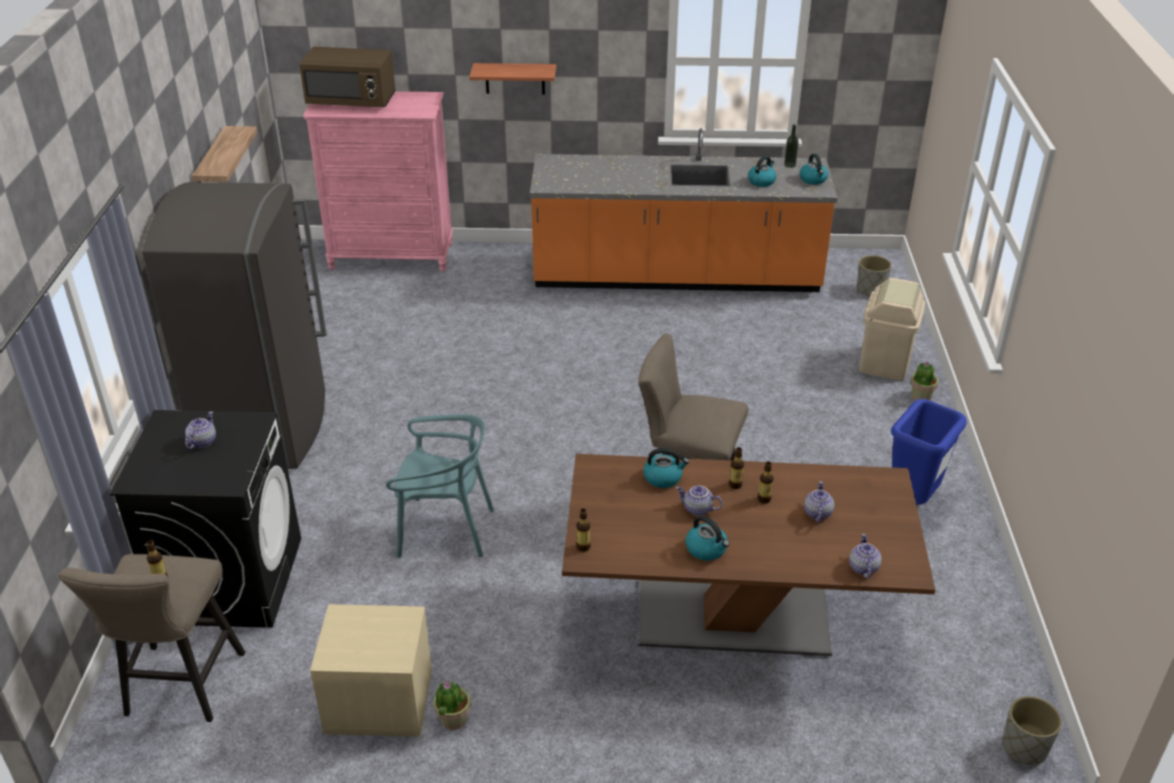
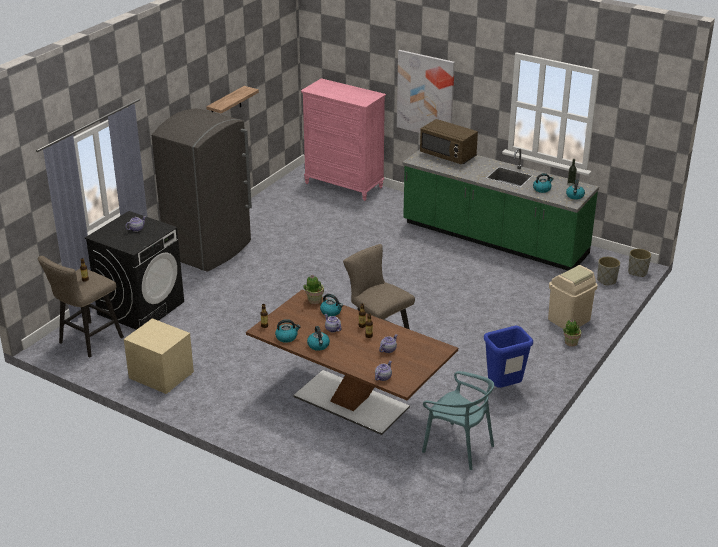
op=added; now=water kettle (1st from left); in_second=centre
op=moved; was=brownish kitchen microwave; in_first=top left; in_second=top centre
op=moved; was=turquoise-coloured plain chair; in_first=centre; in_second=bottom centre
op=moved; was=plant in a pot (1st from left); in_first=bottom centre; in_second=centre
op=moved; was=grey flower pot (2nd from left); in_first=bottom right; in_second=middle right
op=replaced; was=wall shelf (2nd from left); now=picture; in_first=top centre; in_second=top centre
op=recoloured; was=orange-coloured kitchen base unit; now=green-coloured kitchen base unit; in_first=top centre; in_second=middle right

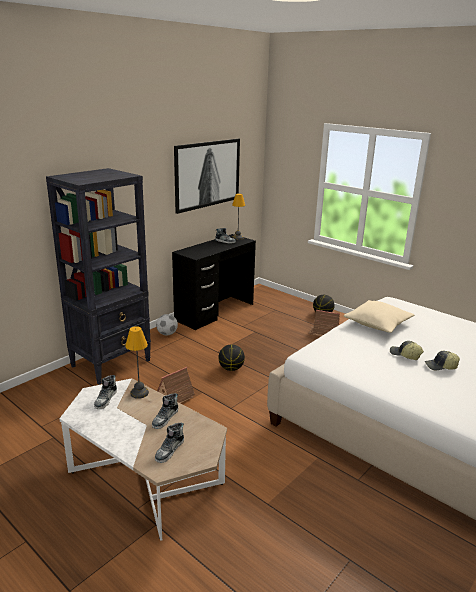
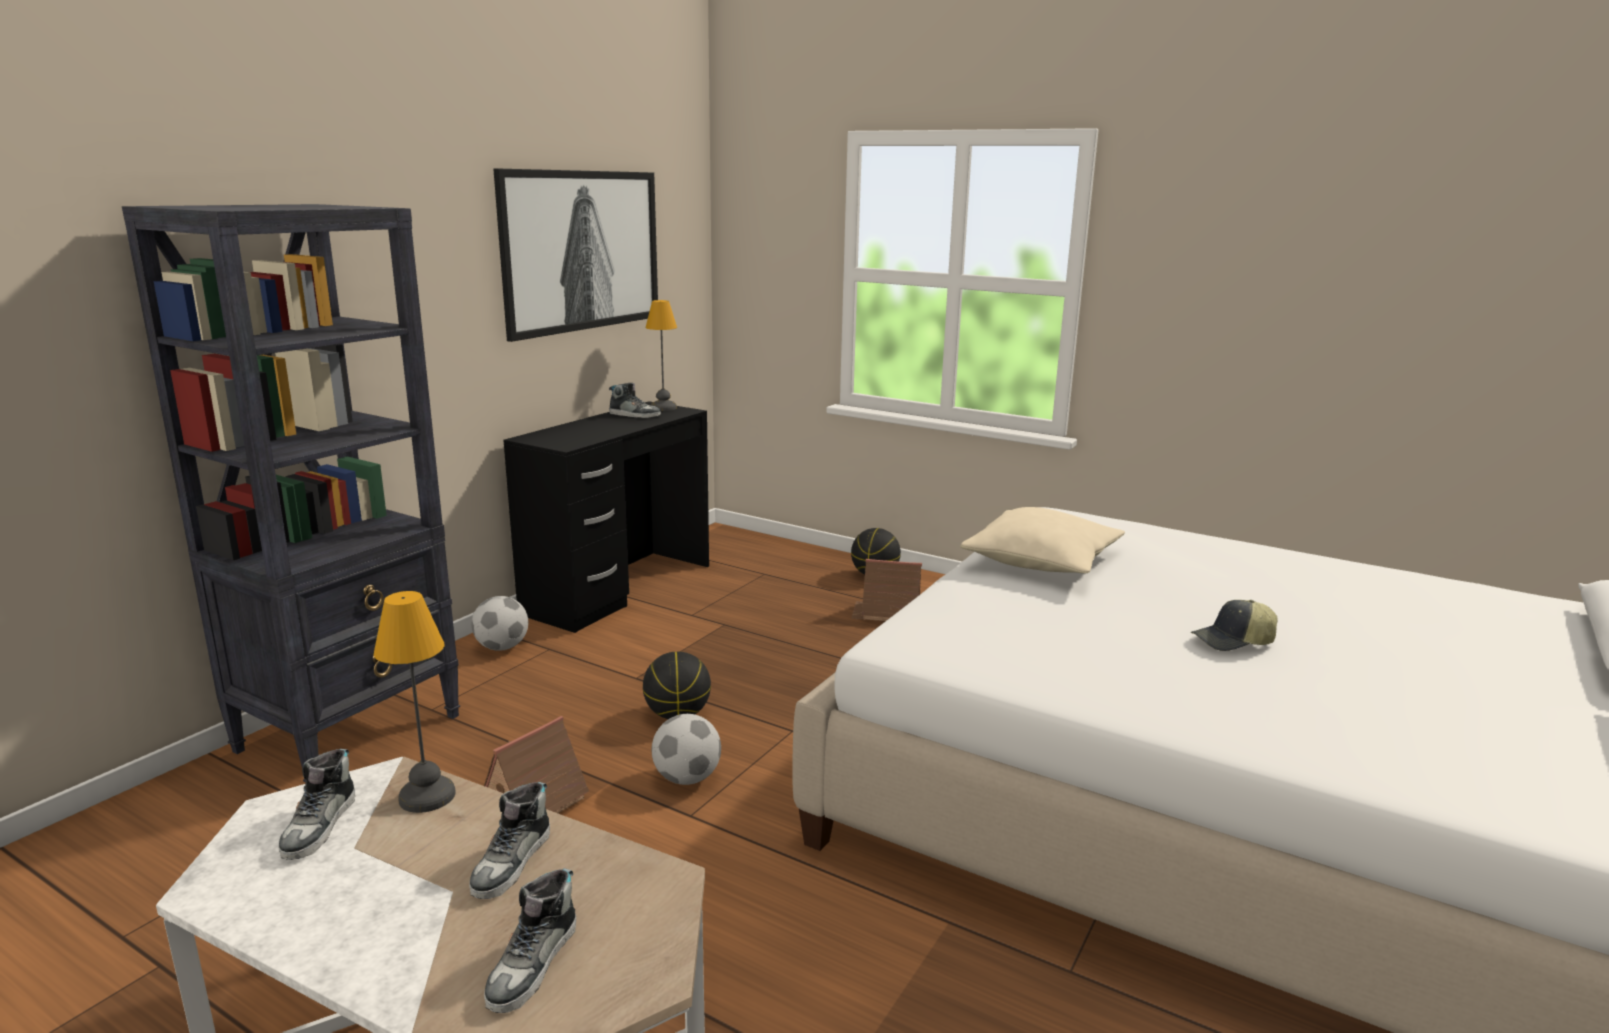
op=removed; was=peaked cap (1st from left); in_first=middle right
op=added; now=football ball (2nd from left); in_second=bottom centre

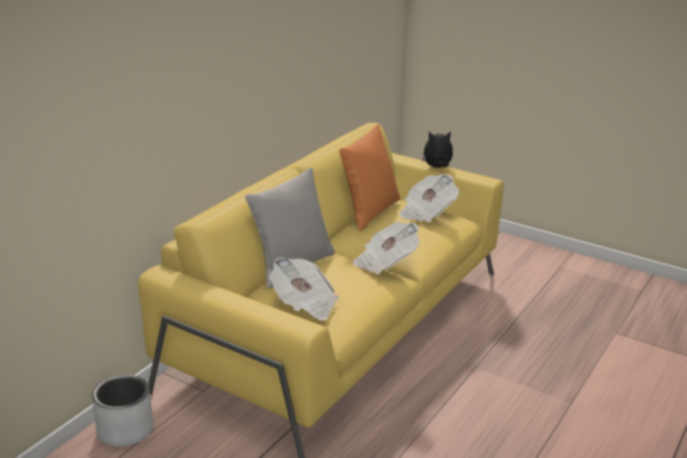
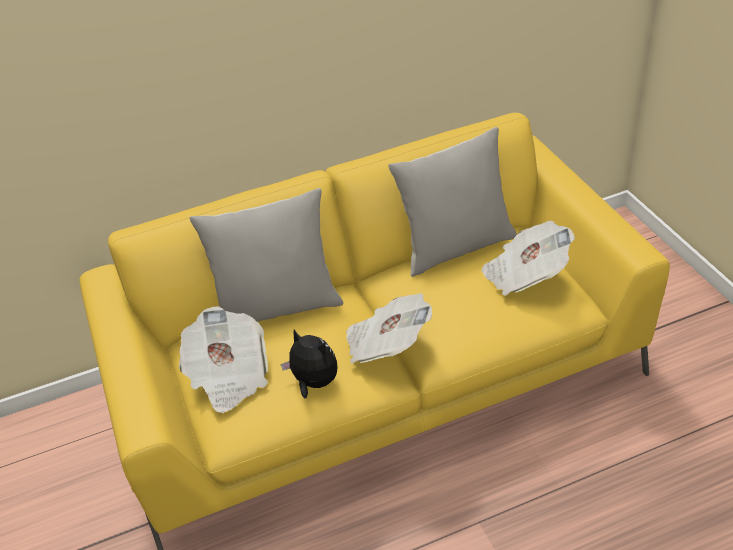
op=removed; was=grey flower pot; in_first=bottom left
op=moved; was=soft toy; in_first=top centre; in_second=centre
op=recoloured; was=orange-coloured throw pillow; now=grey throw pillow (2nd from left); in_first=centre; in_second=centre

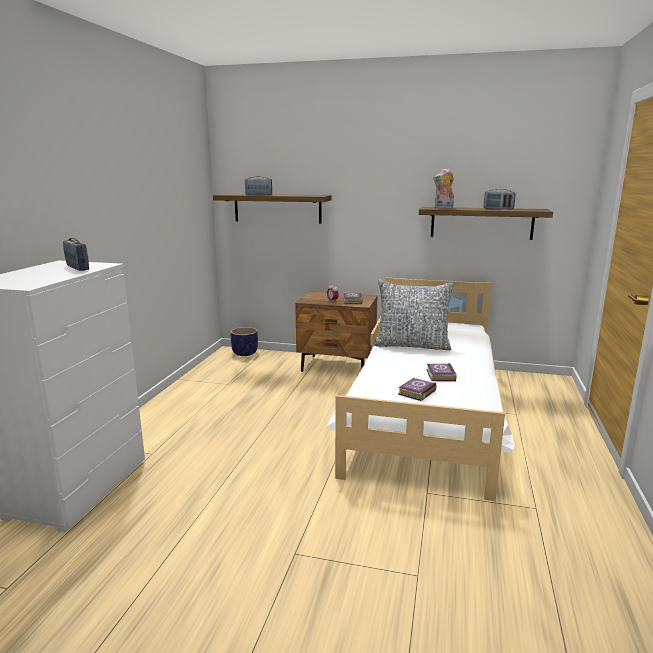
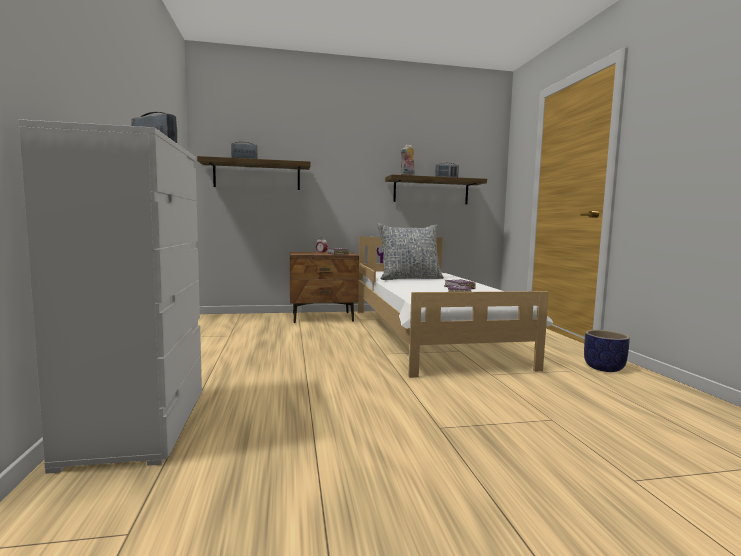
op=moved; was=flower pot; in_first=centre; in_second=middle right

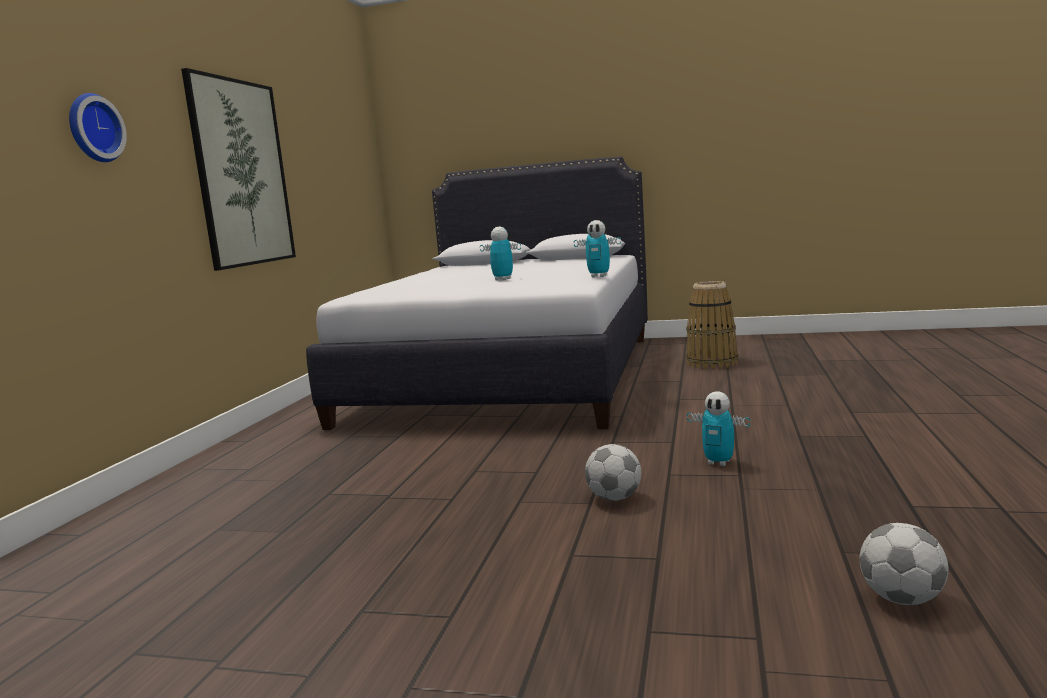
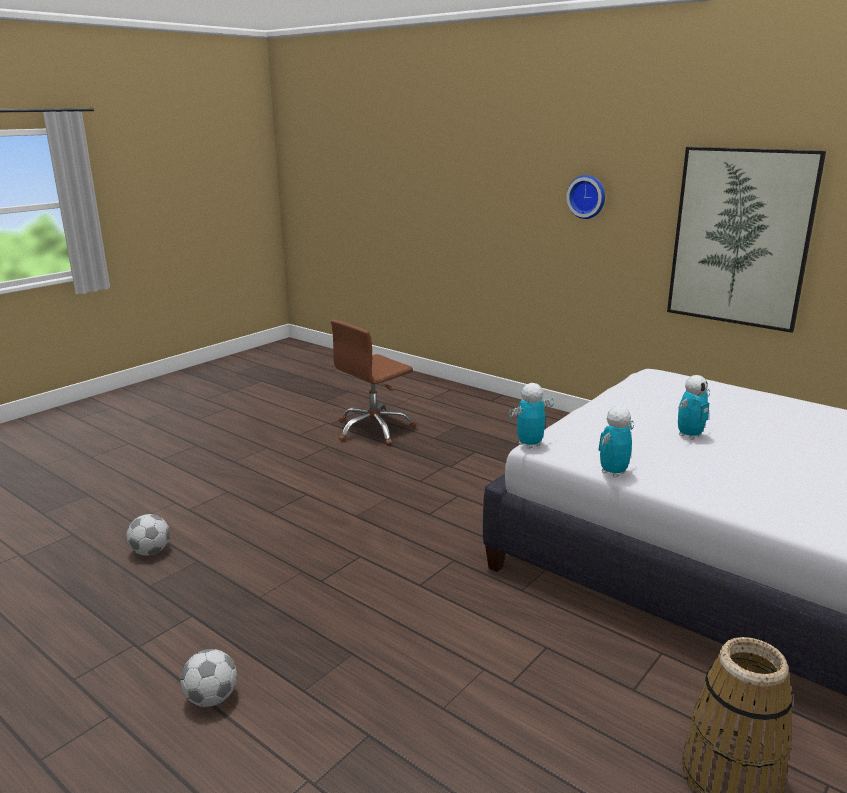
op=added; now=brownish desk chair; in_second=centre
op=moved; was=football ball (1st from left in the first image); now=football ball (2nd from left); in_first=bottom centre; in_second=bottom left
op=moved; was=robot figure (3rd from left in the first image); now=robot figure (1st from left); in_first=middle right; in_second=centre

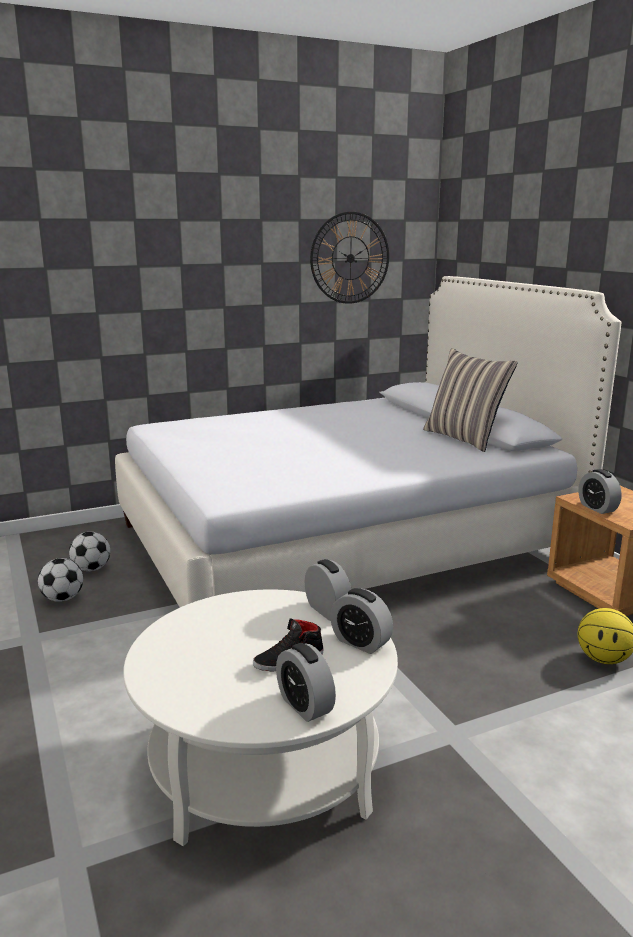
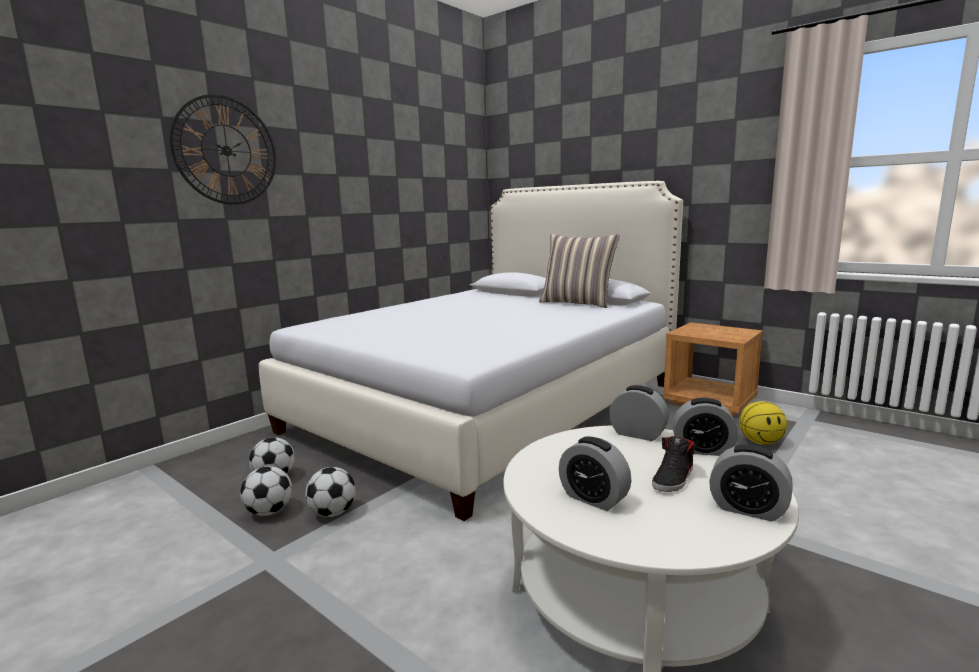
op=added; now=football ball (3rd from left); in_second=bottom centre
op=moved; was=hanging clock; in_first=top centre; in_second=top left
op=moved; was=alarm clock (4th from left in the first image); now=alarm clock (1st from left); in_first=middle right; in_second=bottom centre

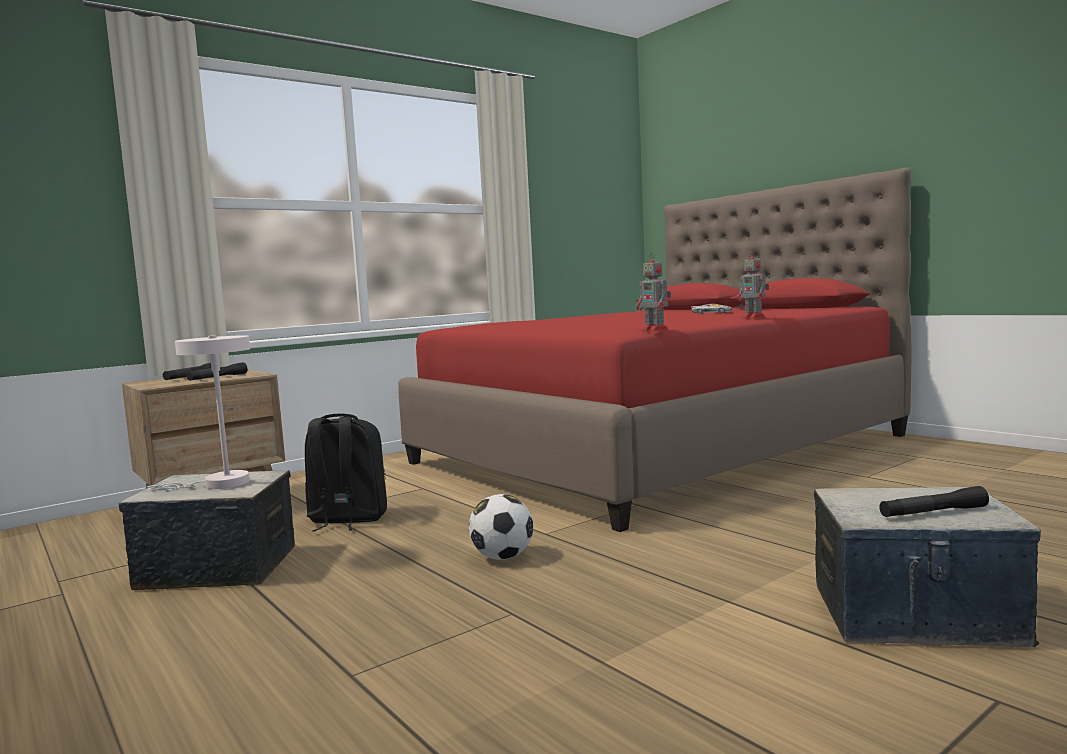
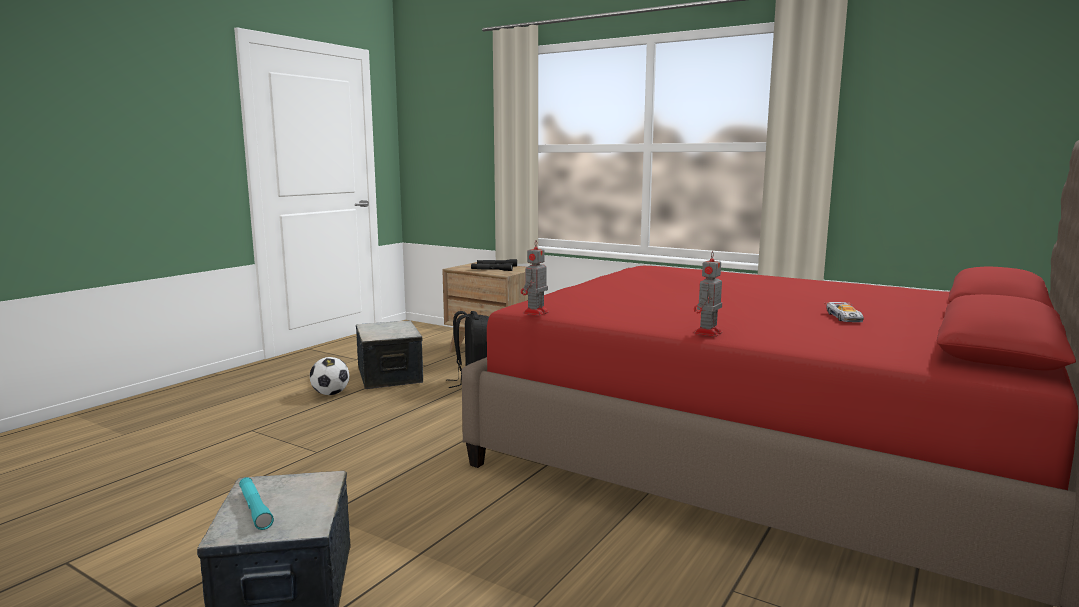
op=removed; was=white lamp for a table; in_first=middle left
op=moved; was=football ball; in_first=bottom centre; in_second=middle left
op=recoloured; was=black-coloured hand torch (3rd from left); now=turquoise-coloured hand torch; in_first=middle right; in_second=bottom left

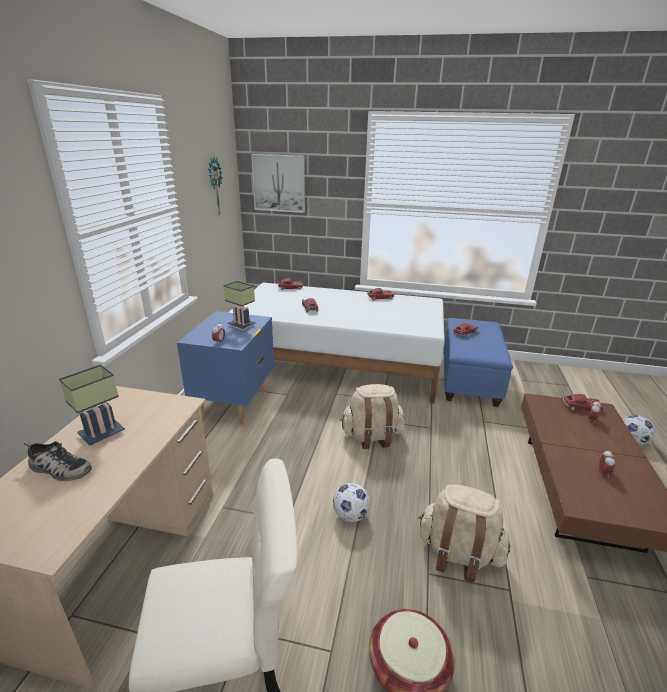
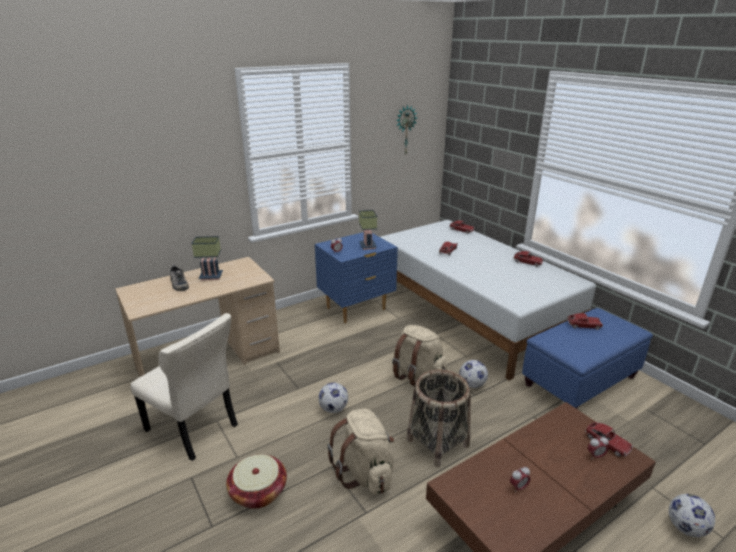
op=removed; was=picture; in_first=top centre
op=added; now=basket (2nd from left); in_second=bottom centre
op=added; now=football ball (2nd from left); in_second=bottom centre

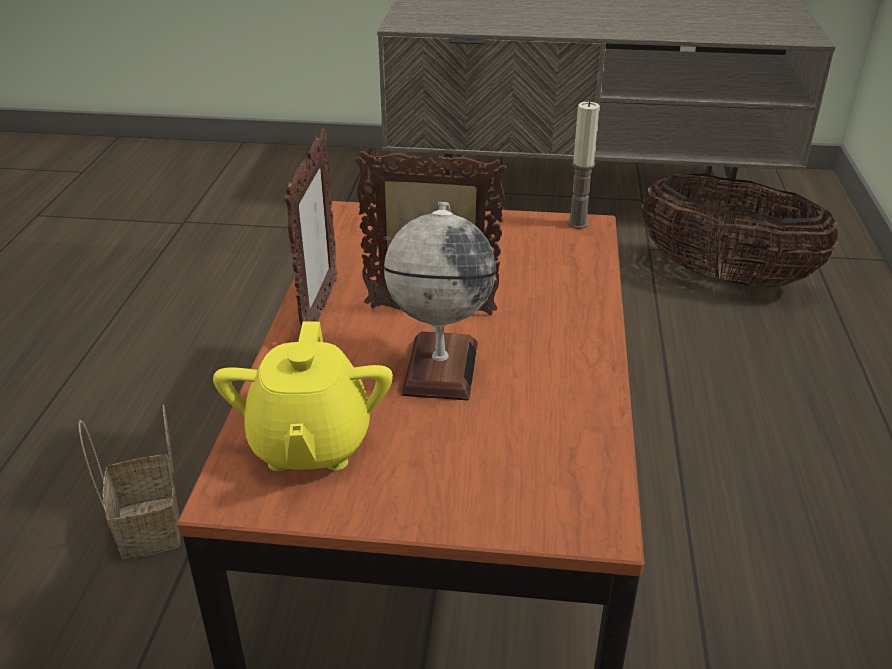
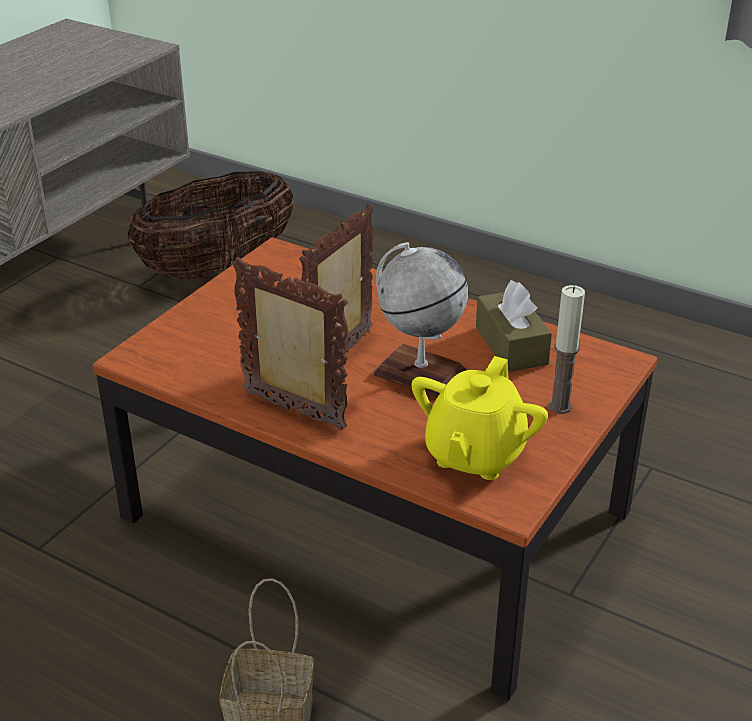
op=added; now=brownish tissue holder; in_second=middle right
op=moved; was=wax light; in_first=top centre; in_second=middle right
op=turned; was=yellow tea pot; in_first=centre; in_second=centre; clockwise=90

